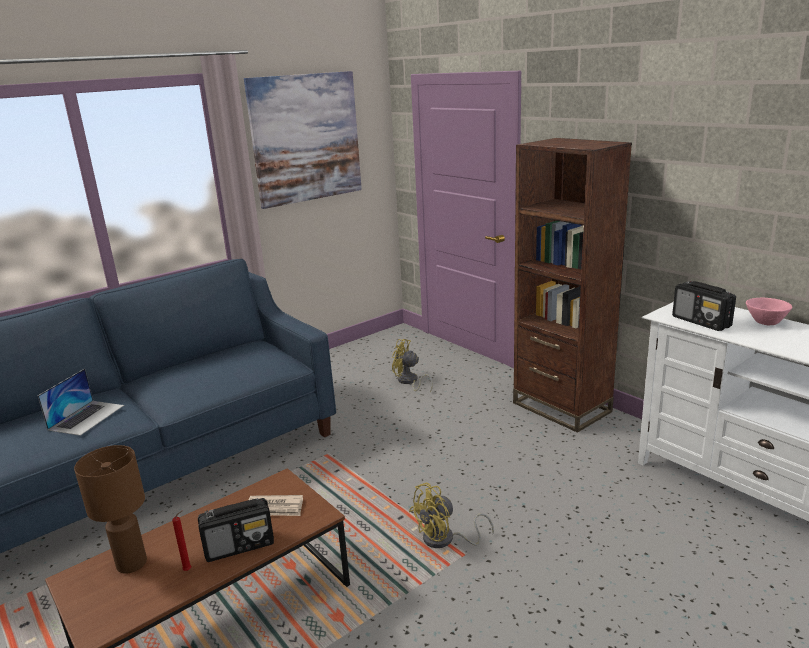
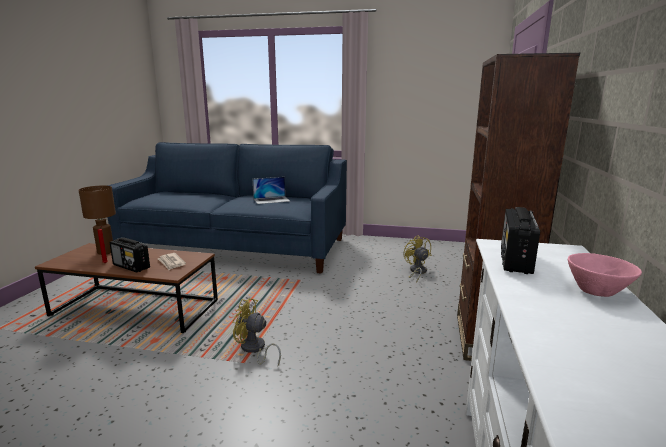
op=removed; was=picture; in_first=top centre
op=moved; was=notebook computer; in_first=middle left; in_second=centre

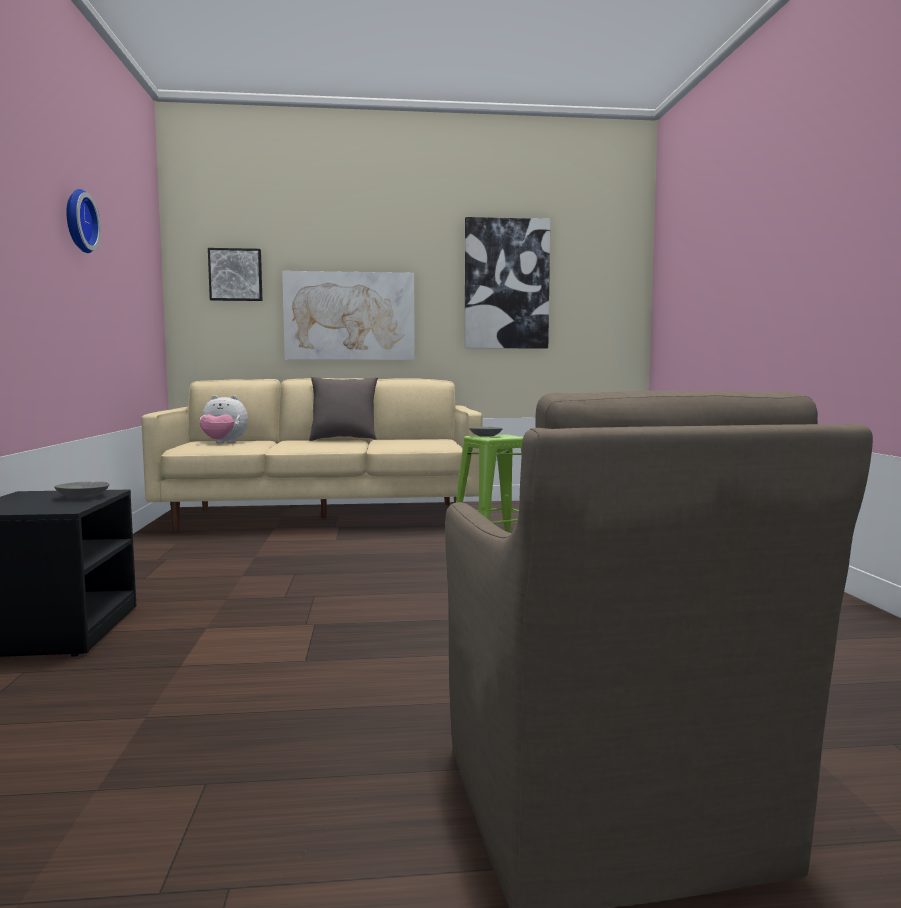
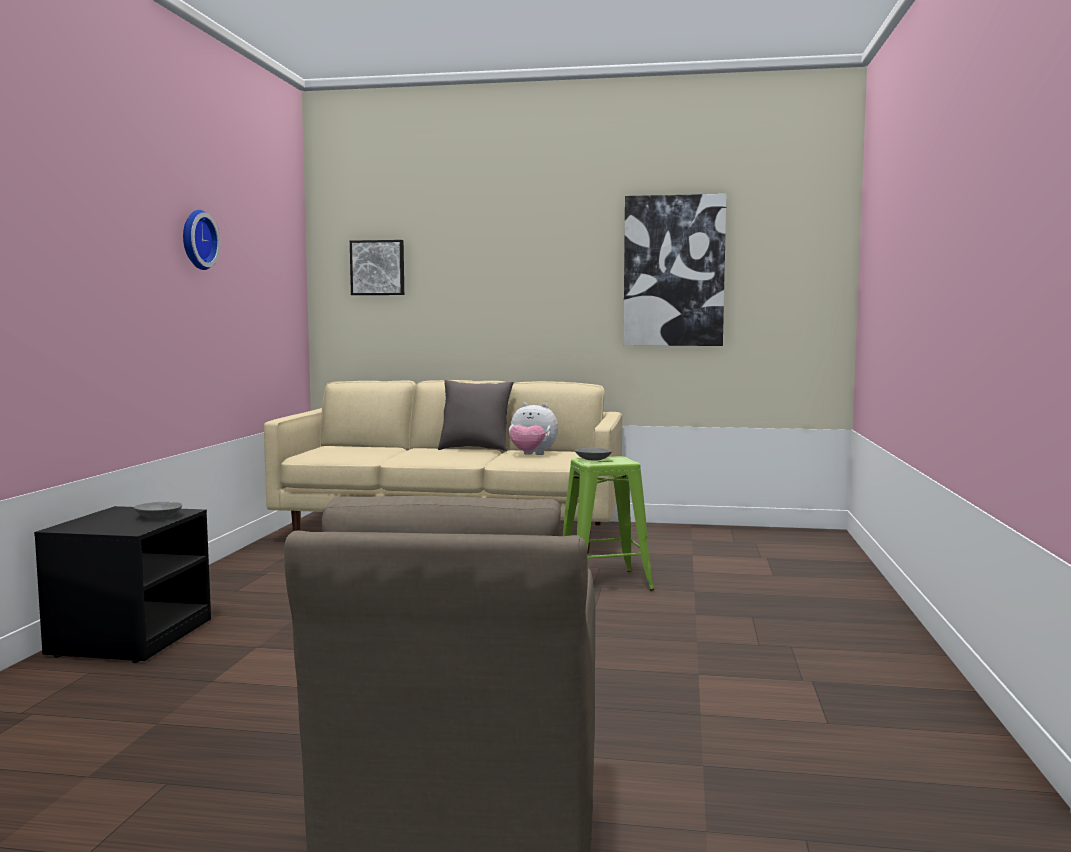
op=removed; was=picture (2nd from left); in_first=centre
op=moved; was=soft toy; in_first=middle left; in_second=centre

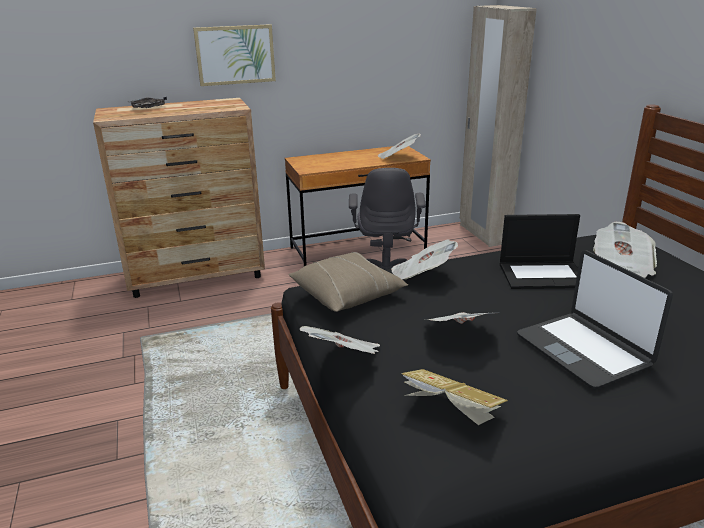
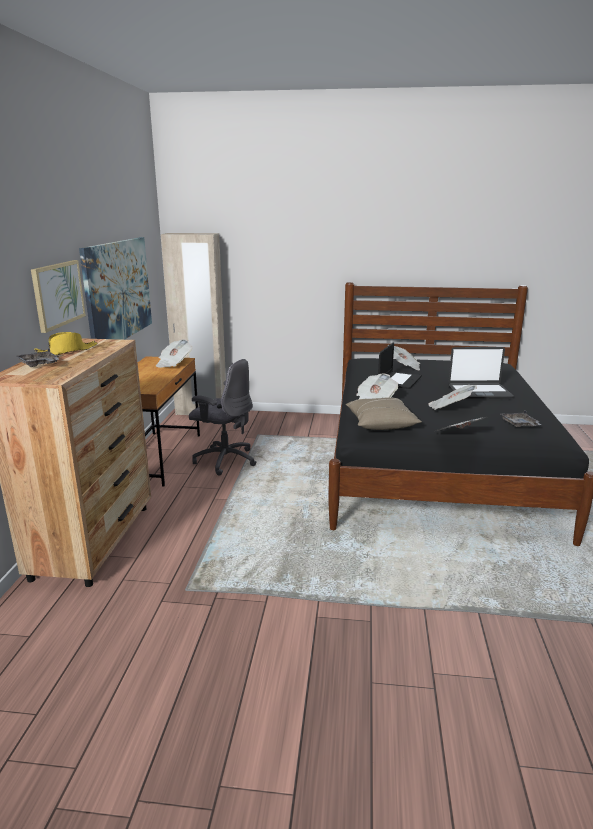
op=added; now=yellow clothing hat; in_second=middle left
op=added; now=picture (2nd from left); in_second=middle left
op=replaced; was=volume; now=grey carrying tray (2nd from left); in_first=bottom centre; in_second=middle right

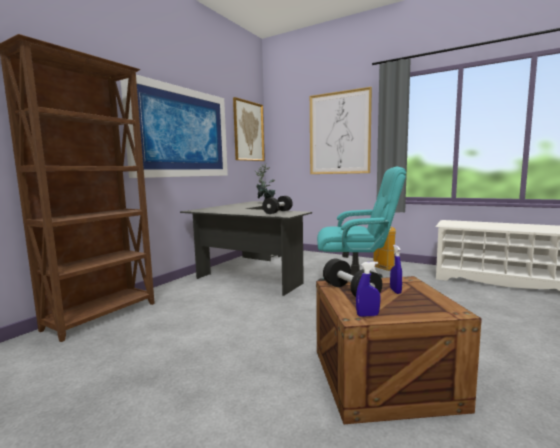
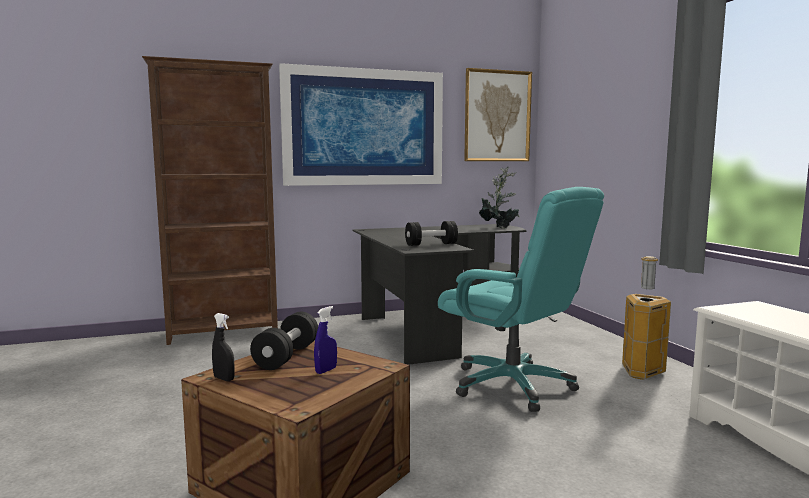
op=removed; was=picture (3rd from left); in_first=top centre
op=recoloured; was=blue-coloured sprayer (1st from left); now=black-coloured sprayer; in_first=centre; in_second=bottom left

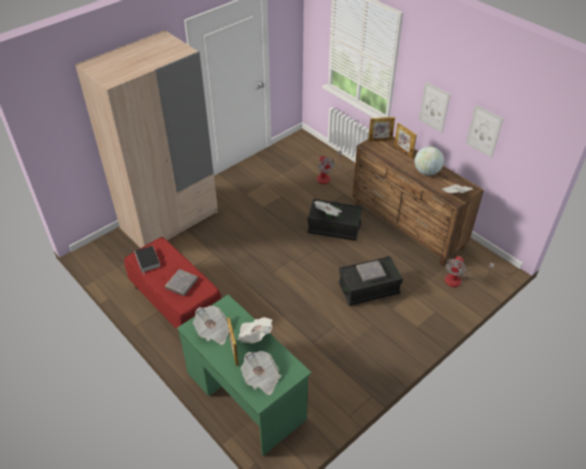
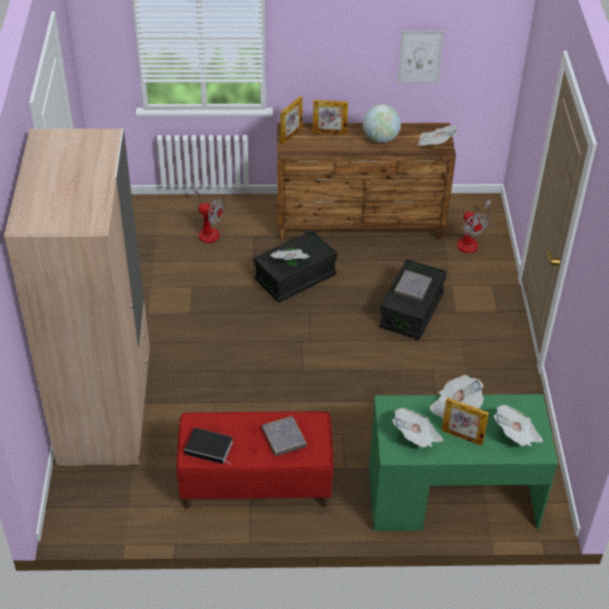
op=removed; was=picture (1st from left); in_first=top right

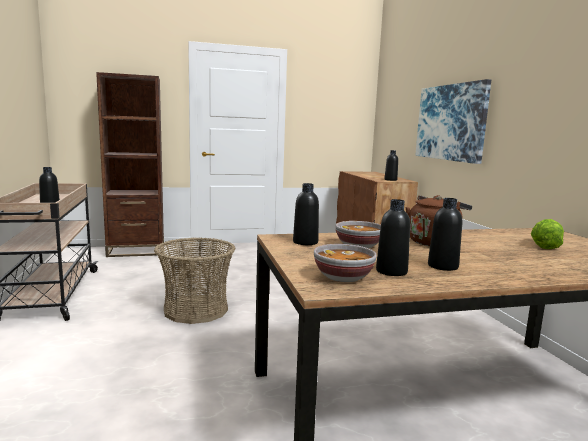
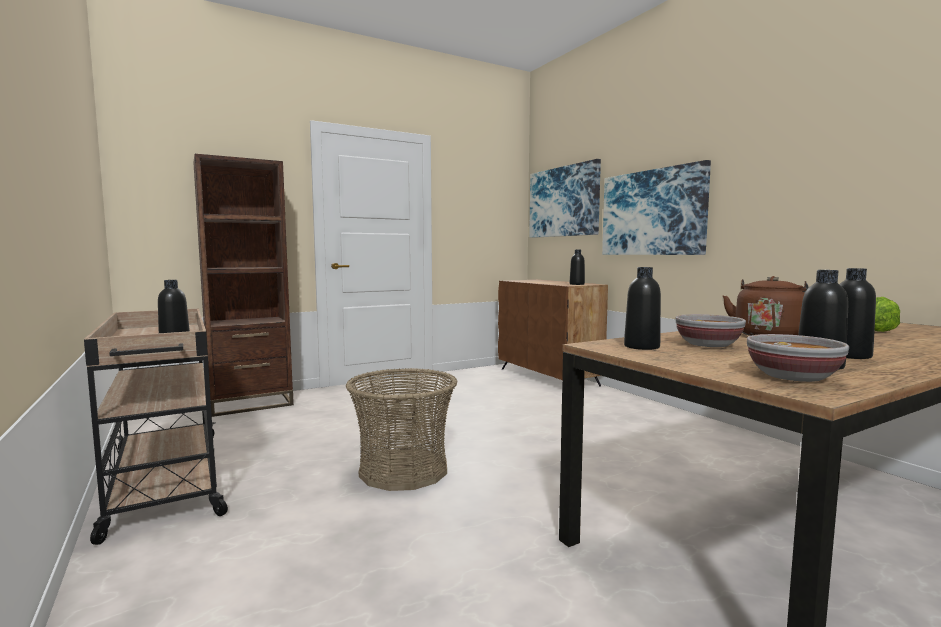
op=added; now=picture (1st from left); in_second=top centre

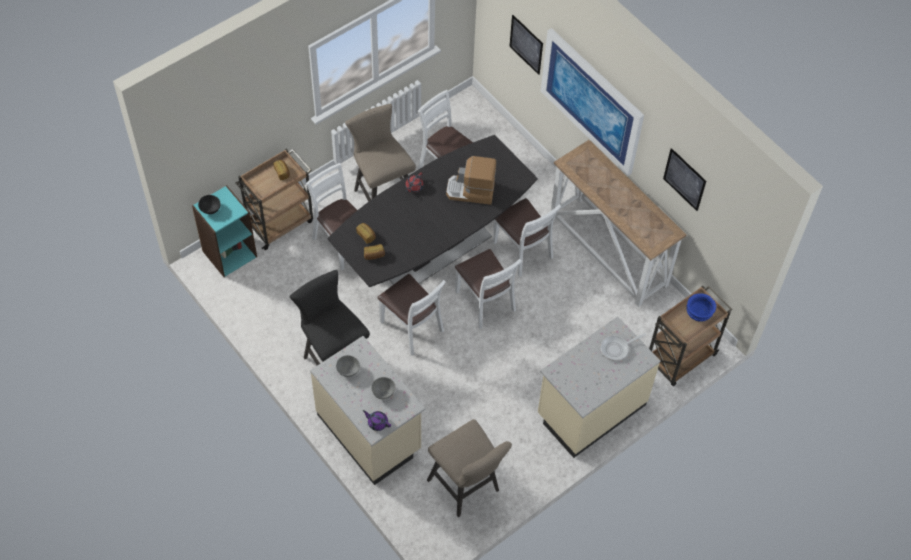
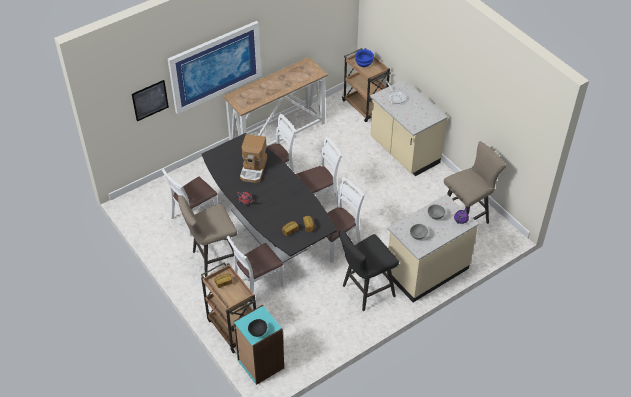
op=removed; was=picture (3rd from left); in_first=top right

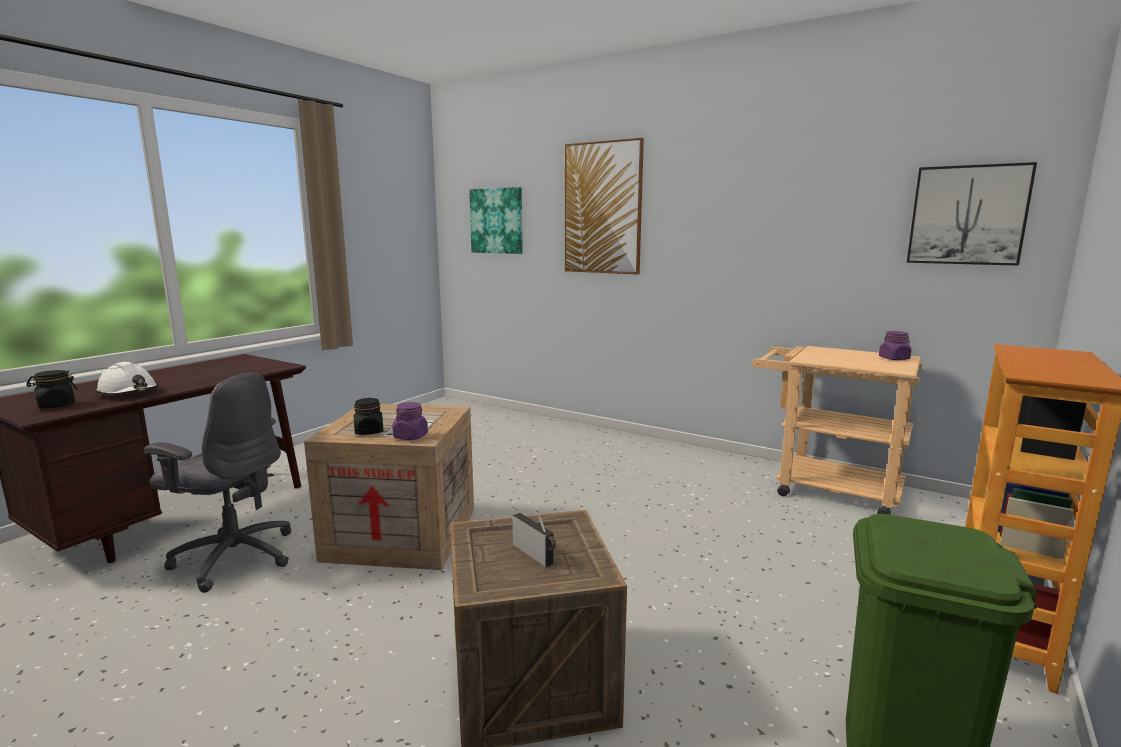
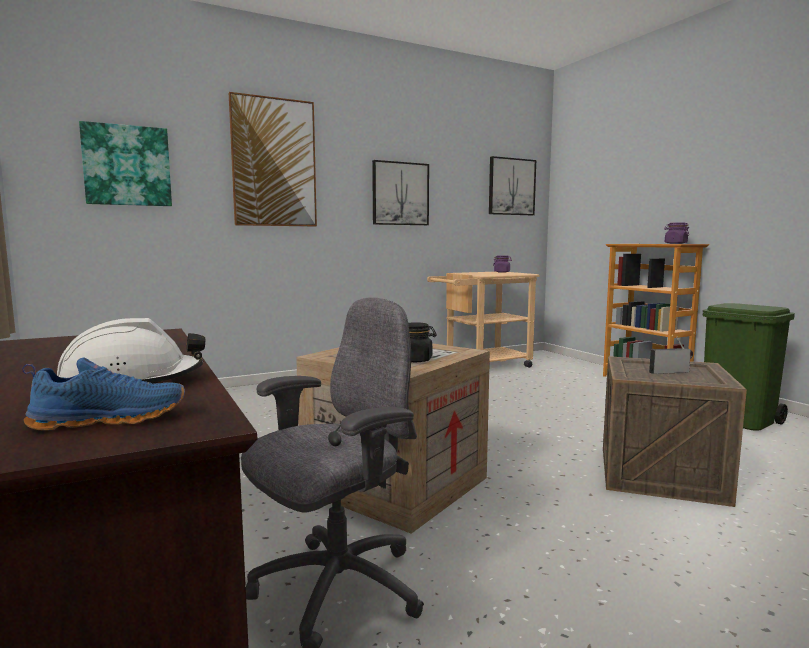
op=added; now=picture (3rd from left); in_second=top centre
op=moved; was=purplish jar (1st from left in the first image); now=purplish jar (2nd from left); in_first=centre; in_second=middle right
op=replaced; was=black-coloured jar (1st from left); now=blue-coloured item of footwear; in_first=middle left; in_second=middle left

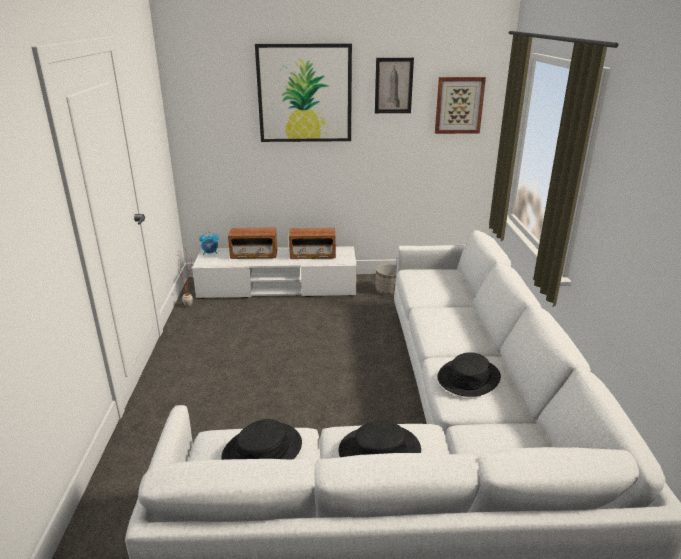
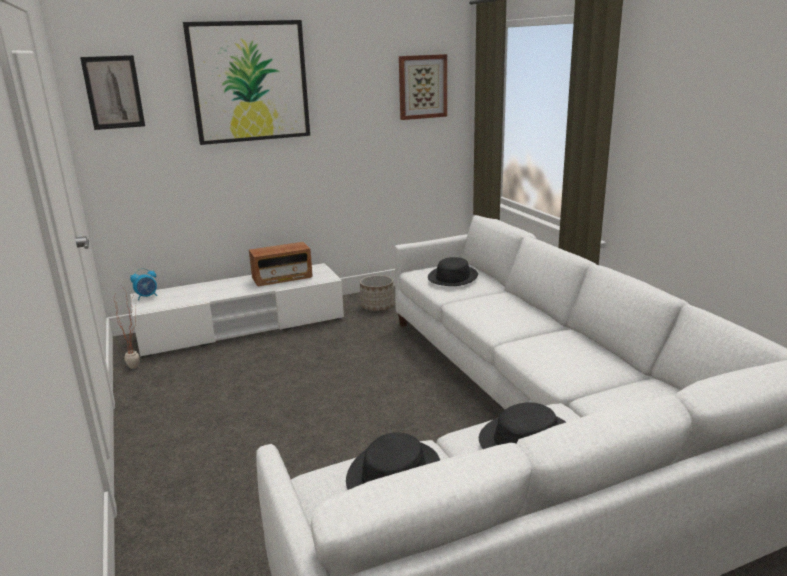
op=removed; was=radio set (1st from left); in_first=centre
op=moved; was=picture (2nd from left in the first image); now=picture (1st from left); in_first=top centre; in_second=top left
op=moved; was=black-coloured clothing hat (3rd from left in the first image); now=black-coloured clothing hat (2nd from left); in_first=bottom right; in_second=centre

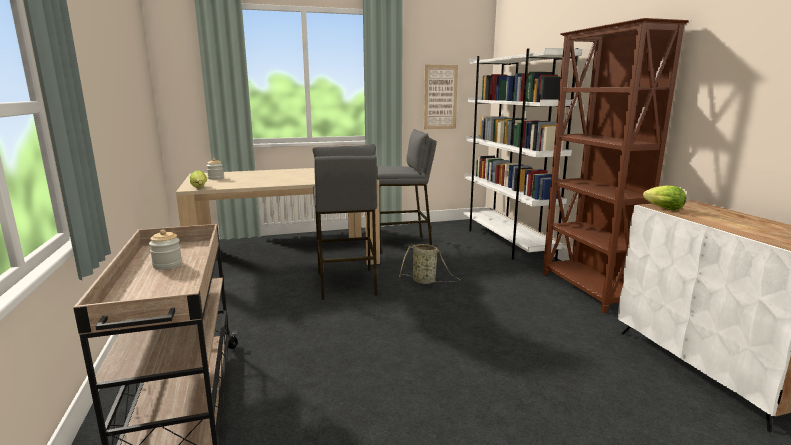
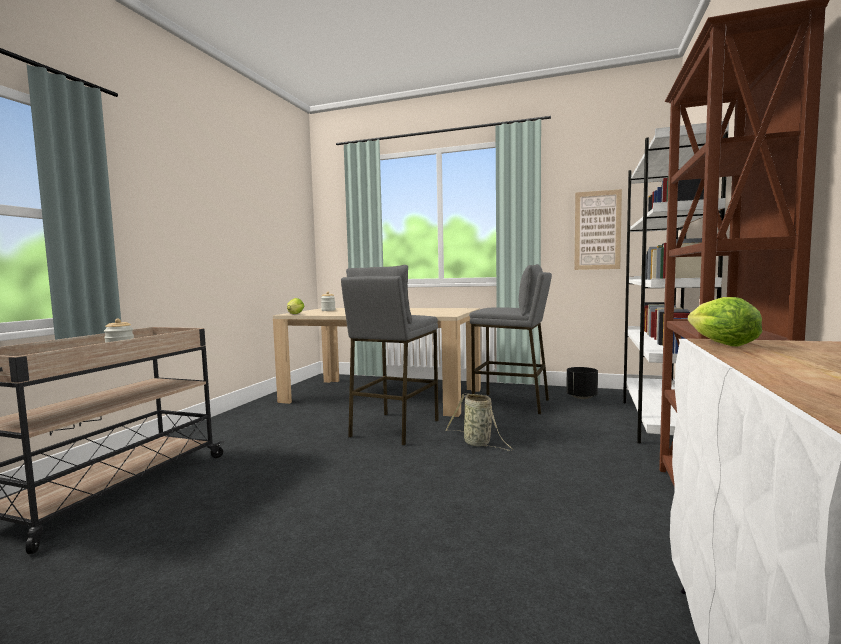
op=added; now=black-coloured flower pot; in_second=middle right

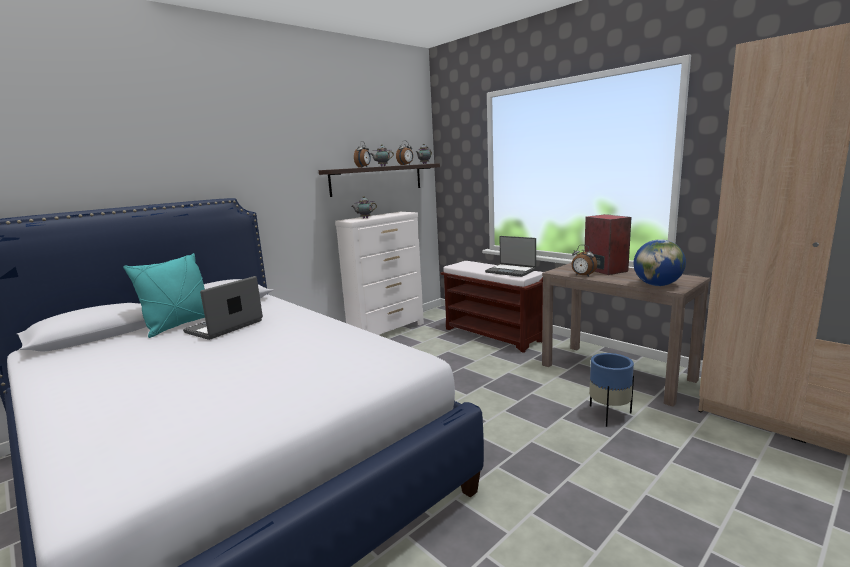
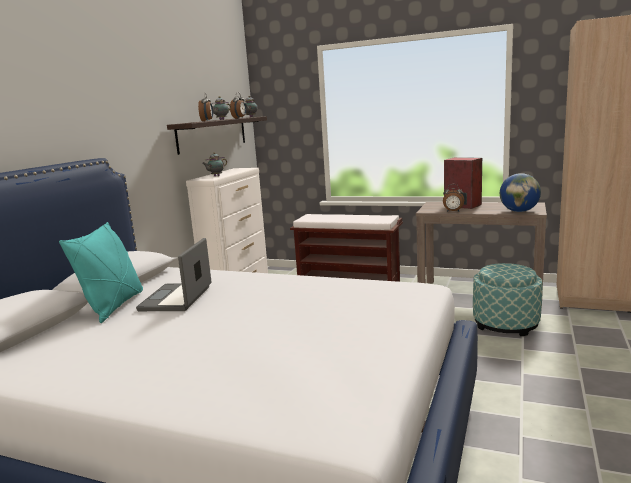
op=removed; was=notebook computer (2nd from left); in_first=centre
op=replaced; was=blue-coloured flower pot; now=footrest; in_first=bottom right; in_second=middle right

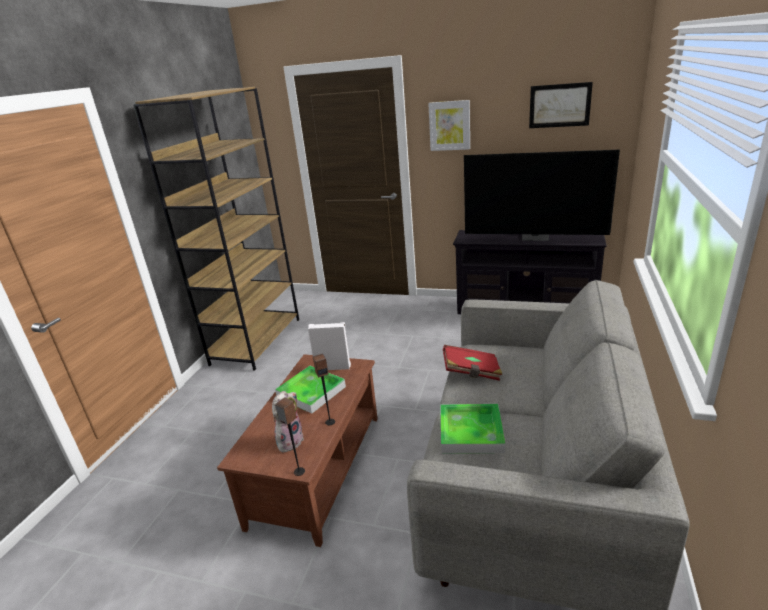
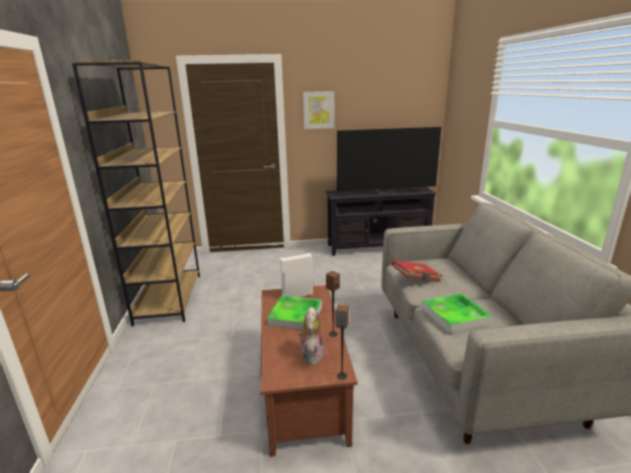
op=removed; was=picture (2nd from left); in_first=top right

